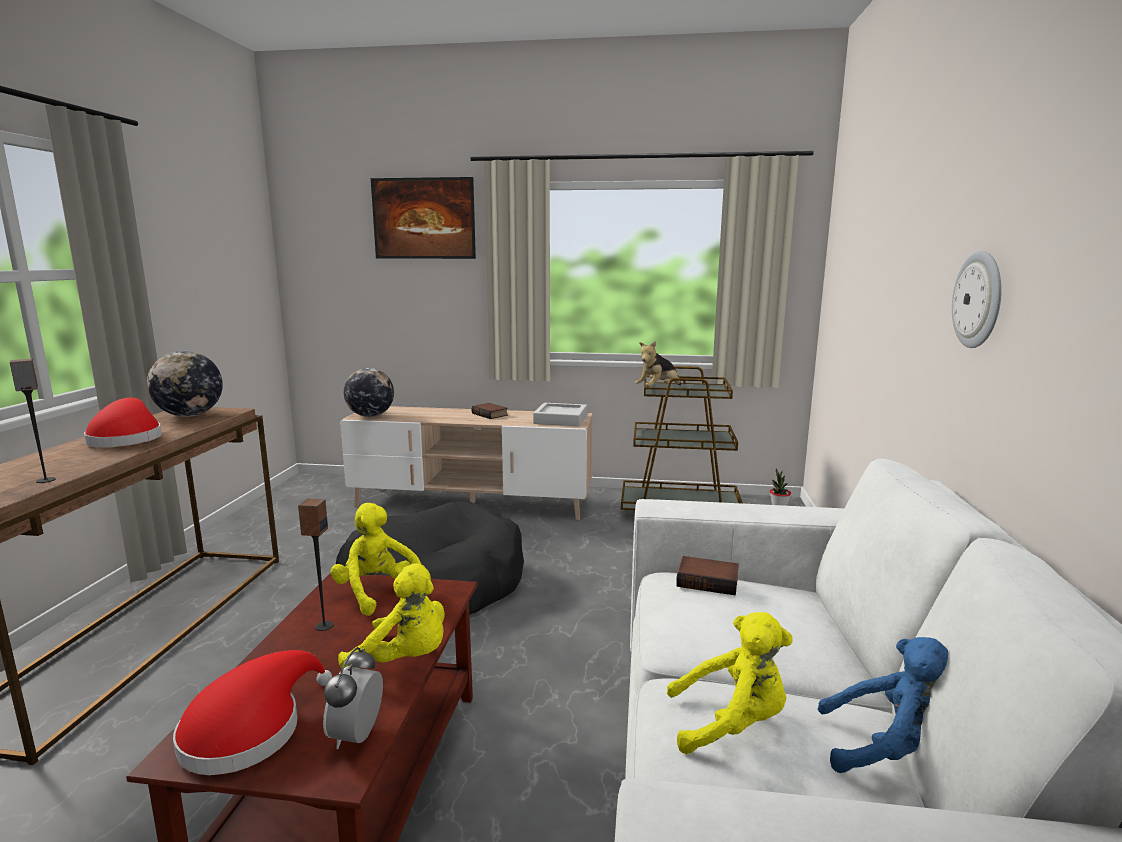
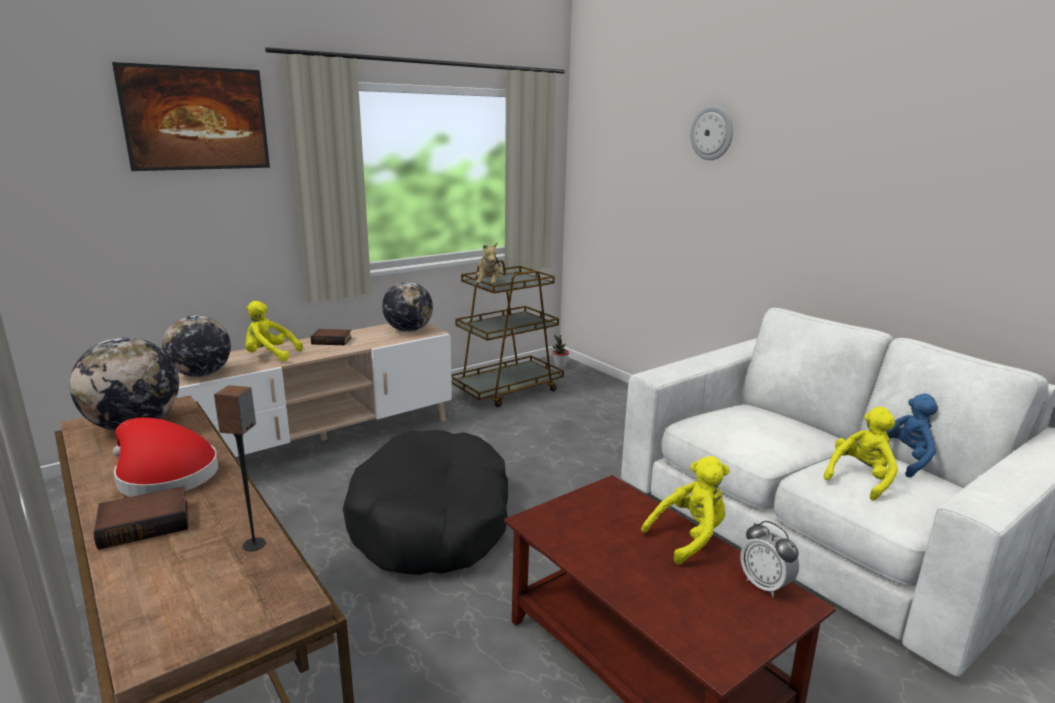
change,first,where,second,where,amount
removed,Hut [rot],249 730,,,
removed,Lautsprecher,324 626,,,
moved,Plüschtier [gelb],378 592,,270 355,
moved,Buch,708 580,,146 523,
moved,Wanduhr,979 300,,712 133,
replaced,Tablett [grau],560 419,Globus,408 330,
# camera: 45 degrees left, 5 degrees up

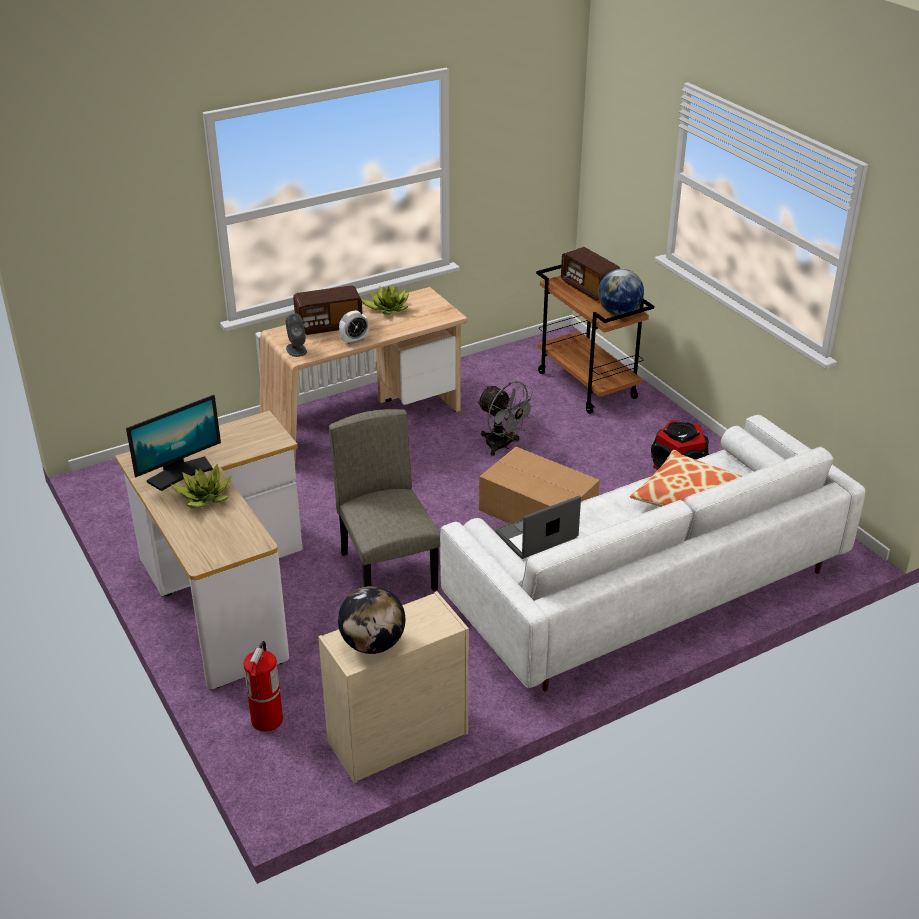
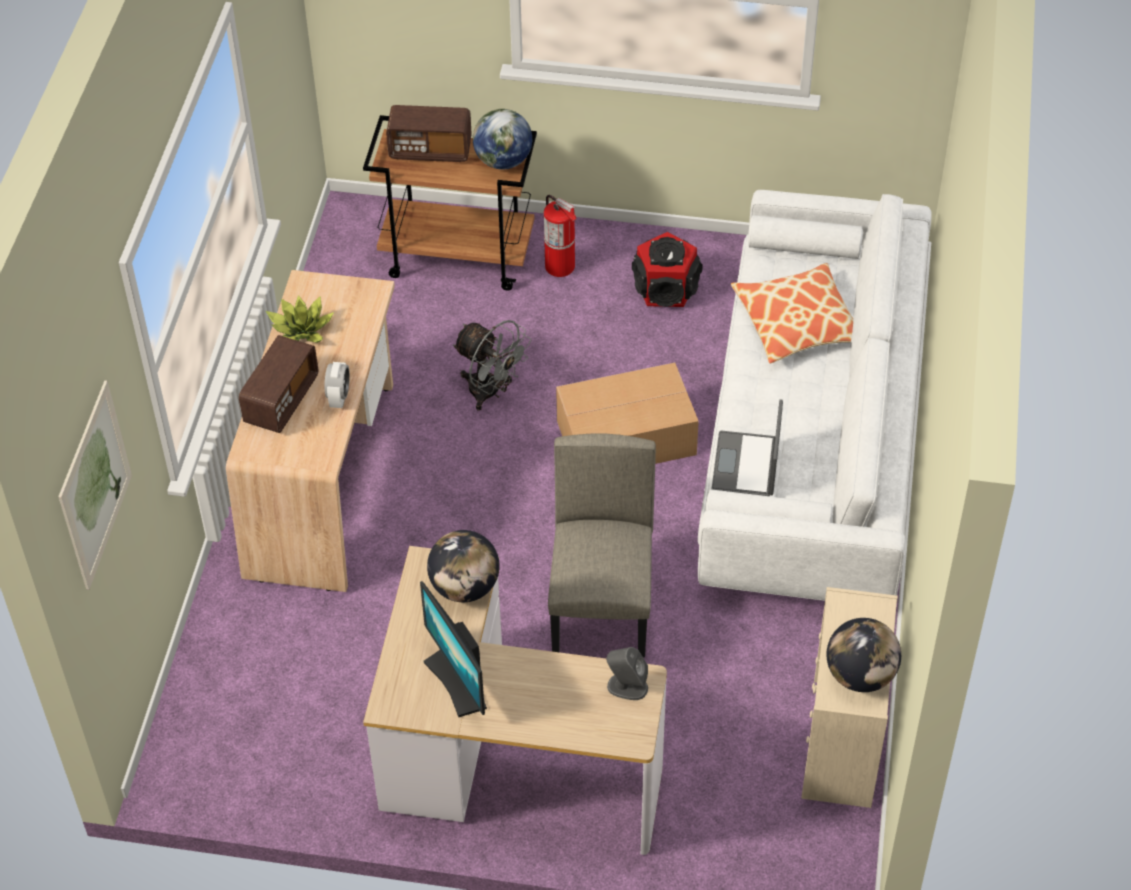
change,first,where,second,where,amount
removed,Topfpflanze,204 498,,,
added,,,Bild,95 485,
added,,,Globus,465 587,
moved,Feuerlöscher,267 720,,560 266,
moved,Lautsprecher [grau],296 349,,627 687,
turned,Monitor,180 473,,457 682,150 degrees clockwise
turned,Stuhl [beige],389 571,,602 609,75 degrees clockwise
turned,Ventilator [grau],503 446,,491 393,45 degrees clockwise
# camera: 50 degrees left, 15 degrees up

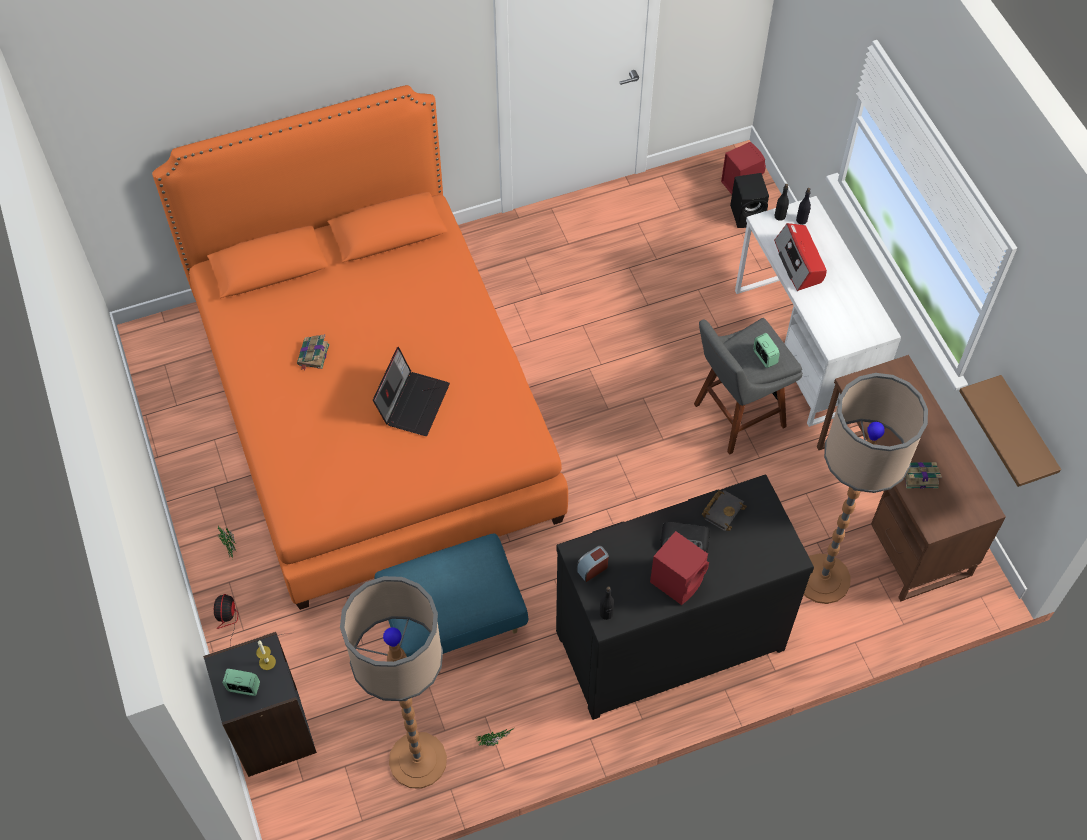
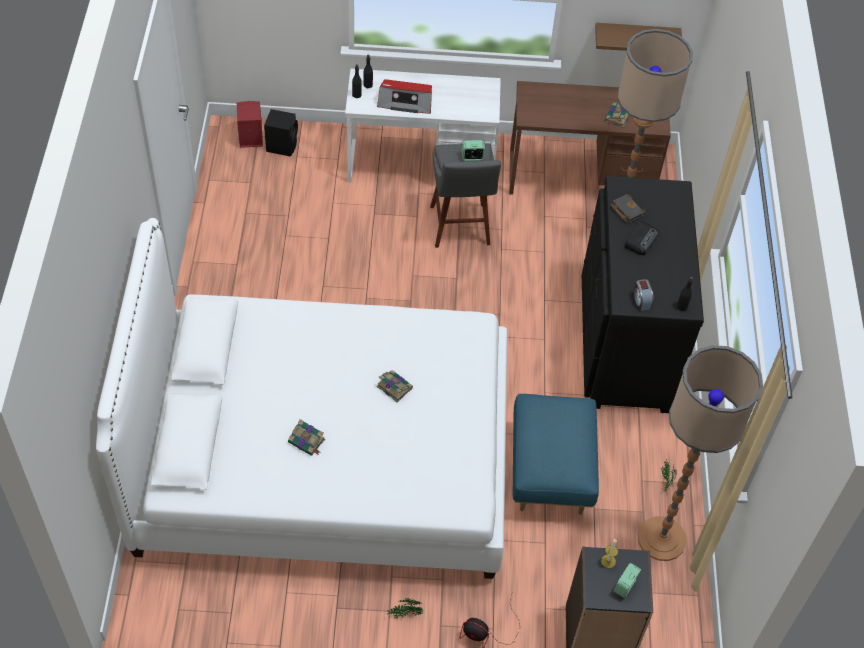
change,first,where,second,where,amount
removed,Lautsprecher [rot],678 580,,,
replaced,Laptop,413 402,Buch,394 387,
recoloured,Bett [orange],373 409,Bett [weiß],323 458,
# camera: 70 degrees left, 5 degrees down

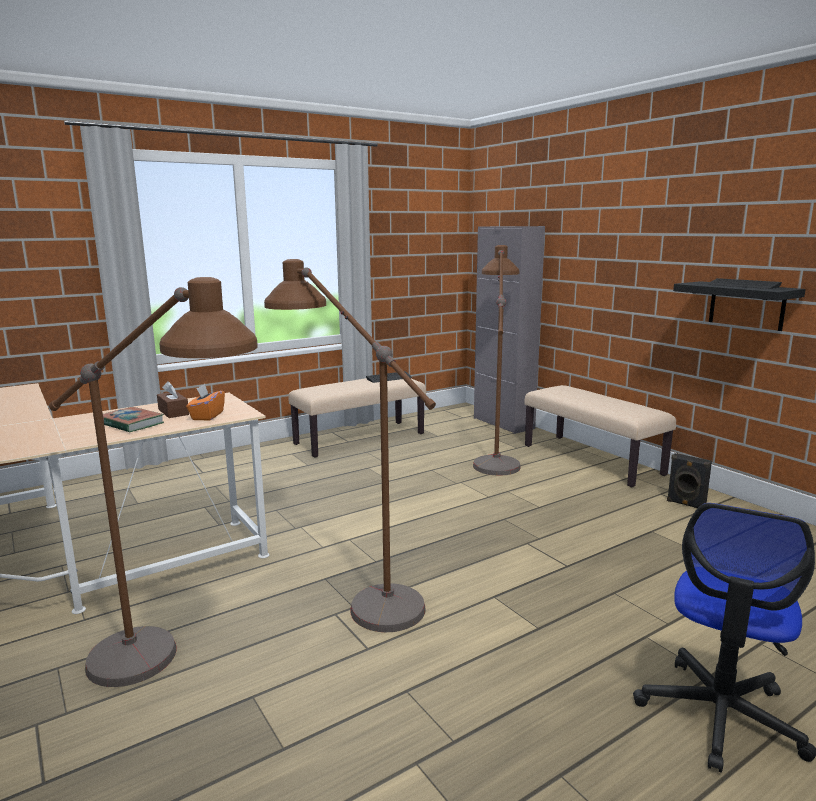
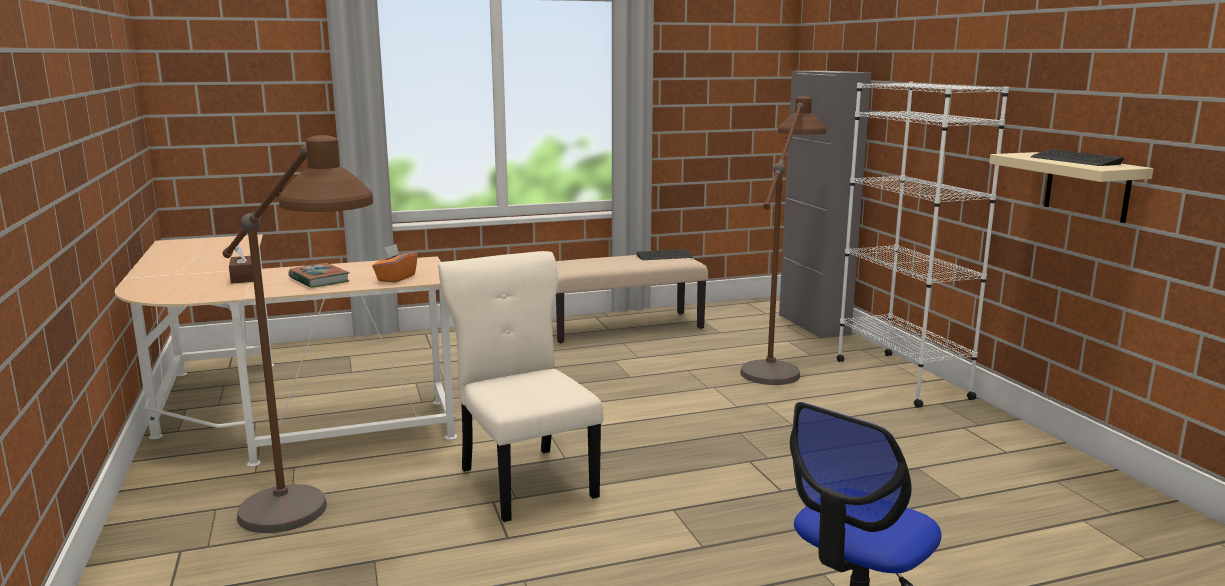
change,first,where,second,where,amount
removed,Lautsprecher [schwarz],685 504,,,
moved,Taschentuchbox [braun],173 412,,243 277,
replaced,Stehlampe [braun],353 588,Stuhl [beige],526 480,
replaced,Bank [beige],592 460,Bücherregal [weiß],901 378,
recoloured,Wandregal [schwarz],746 305,Wandregal [beige],1087 187,
# camera: 15 degrees right, 0 degrees up

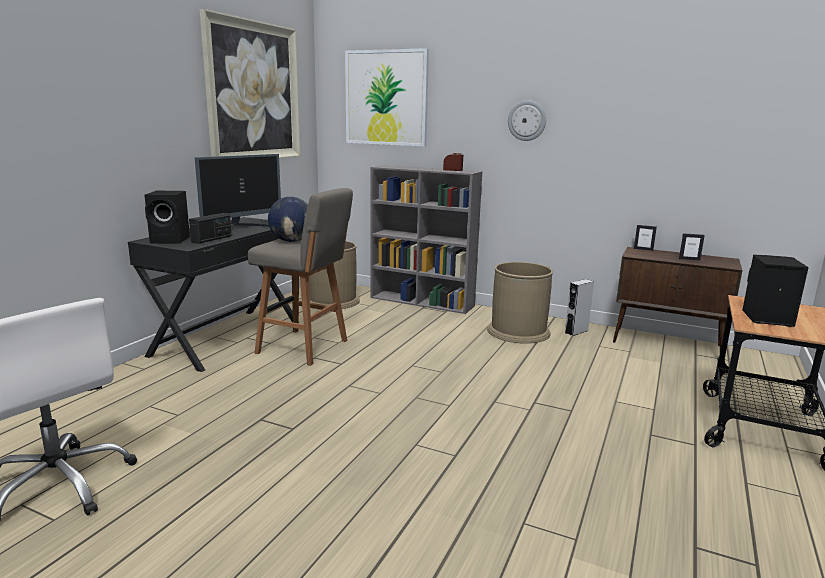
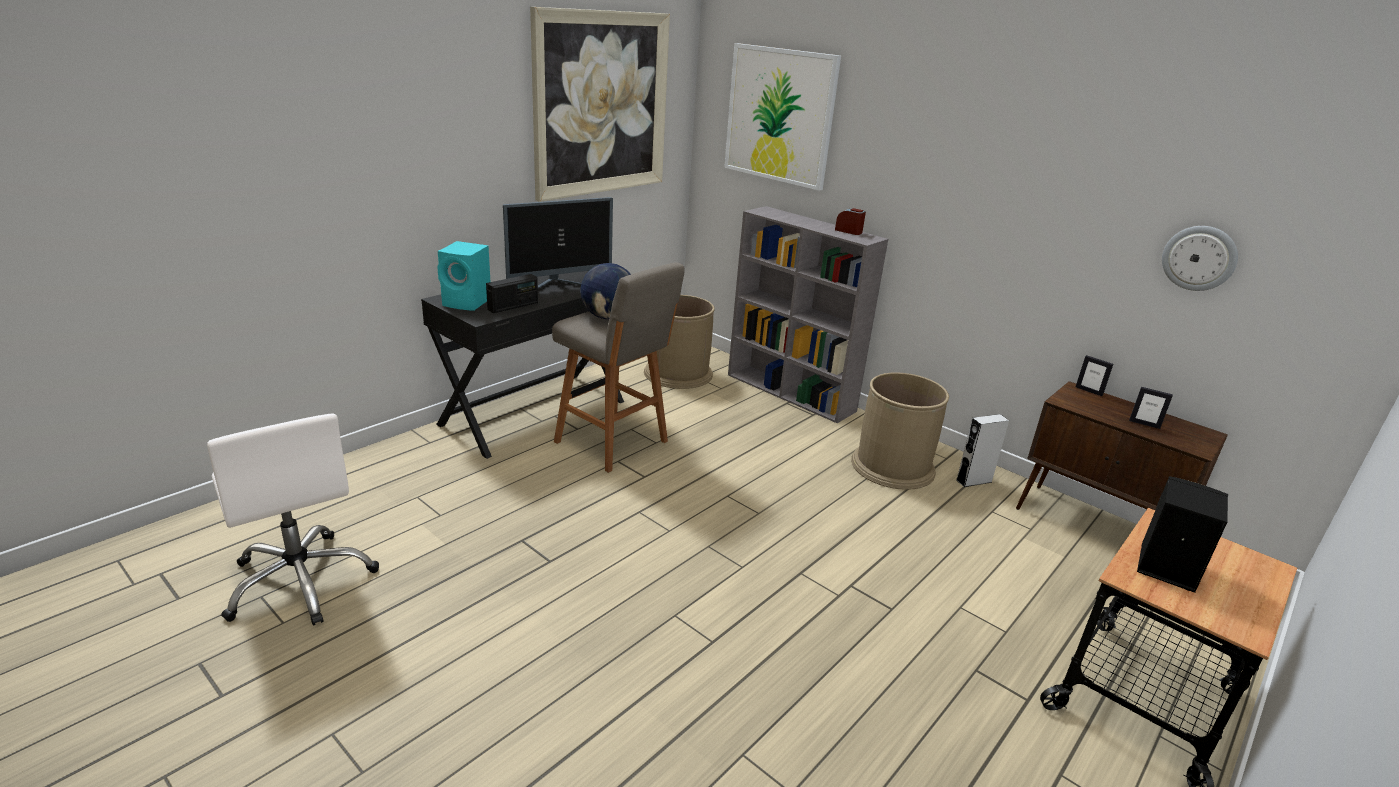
change,first,where,second,where,amount
moved,Wanduhr,527 120,,1199 258,
recoloured,Lautsprecher [schwarz],171 240,Lautsprecher [türkis],468 303,
# camera: 15 degrees right, 10 degrees up

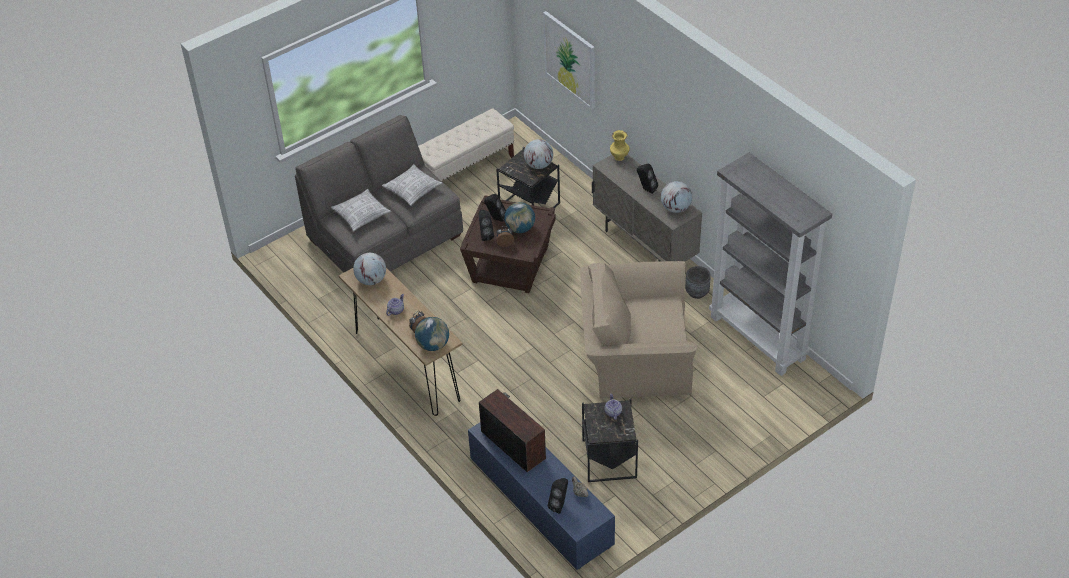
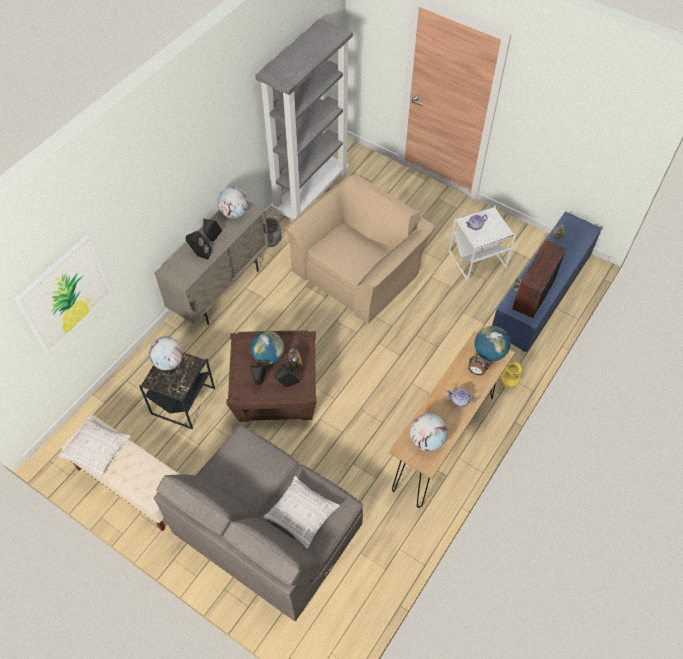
change,first,where,second,where,amount
moved,Kissen,413 190,,96 450,
moved,Lautsprecher [schwarz],560 505,,200 255,
moved,Vase [gelb],619 158,,507 383,
recoloured,Beistelltisch [schwarz],609 459,Beistelltisch [weiß],478 260,
turned,Sessel [beige],634 355,,359 268,120 degrees counterclockwise
# camera: 110 degrees left, 10 degrees up

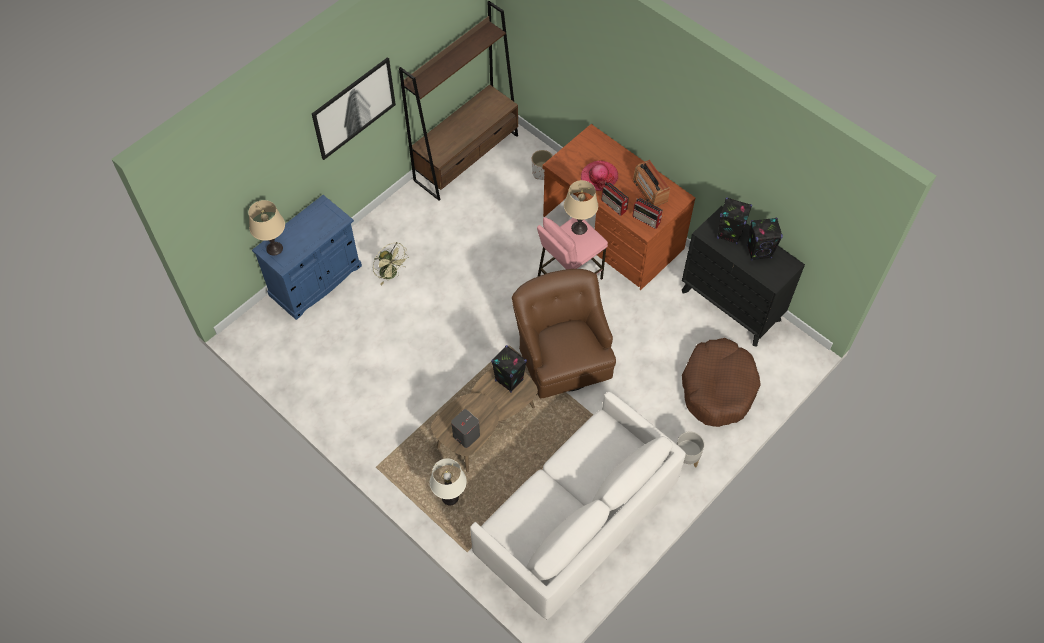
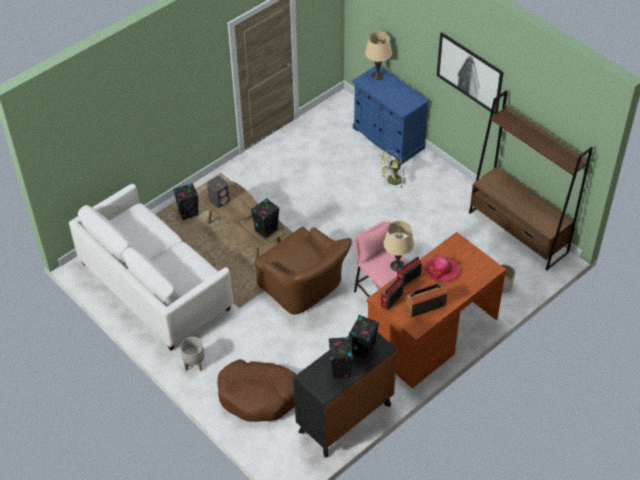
change,first,where,second,where,amount
replaced,Tischlampe [weiß],450 497,Lautsprecher [schwarz],188 213,
turned,Sessel [braun],562 354,,305 288,60 degrees clockwise
# camera: 95 degrees right, 10 degrees down

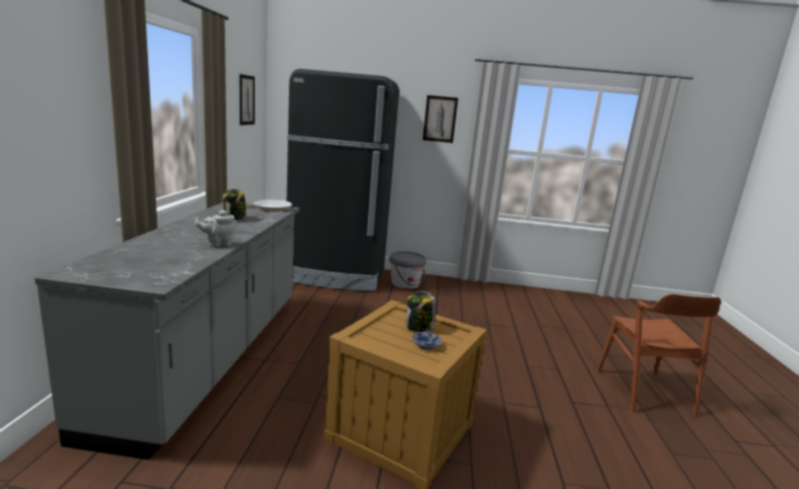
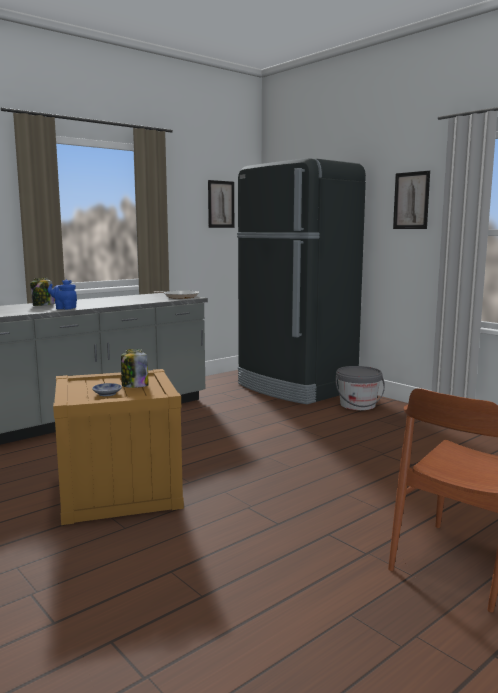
change,first,where,second,where,amount
moved,Vorratsglas,235 218,,43 305,
recoloured,Teekanne [grau],218 244,Teekanne [blau],64 308,
# camera: 45 degrees right, 5 degrees down

